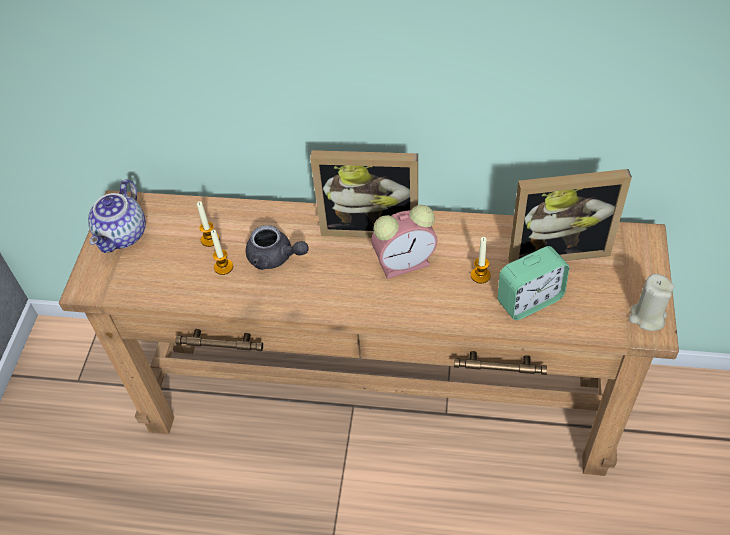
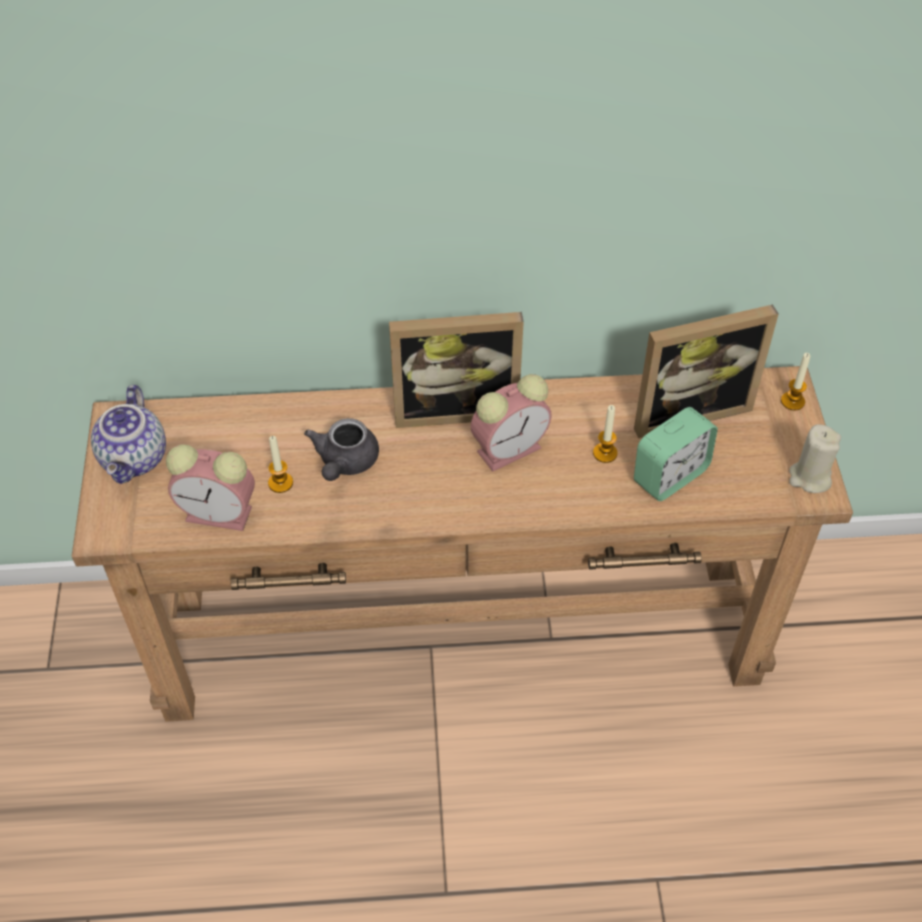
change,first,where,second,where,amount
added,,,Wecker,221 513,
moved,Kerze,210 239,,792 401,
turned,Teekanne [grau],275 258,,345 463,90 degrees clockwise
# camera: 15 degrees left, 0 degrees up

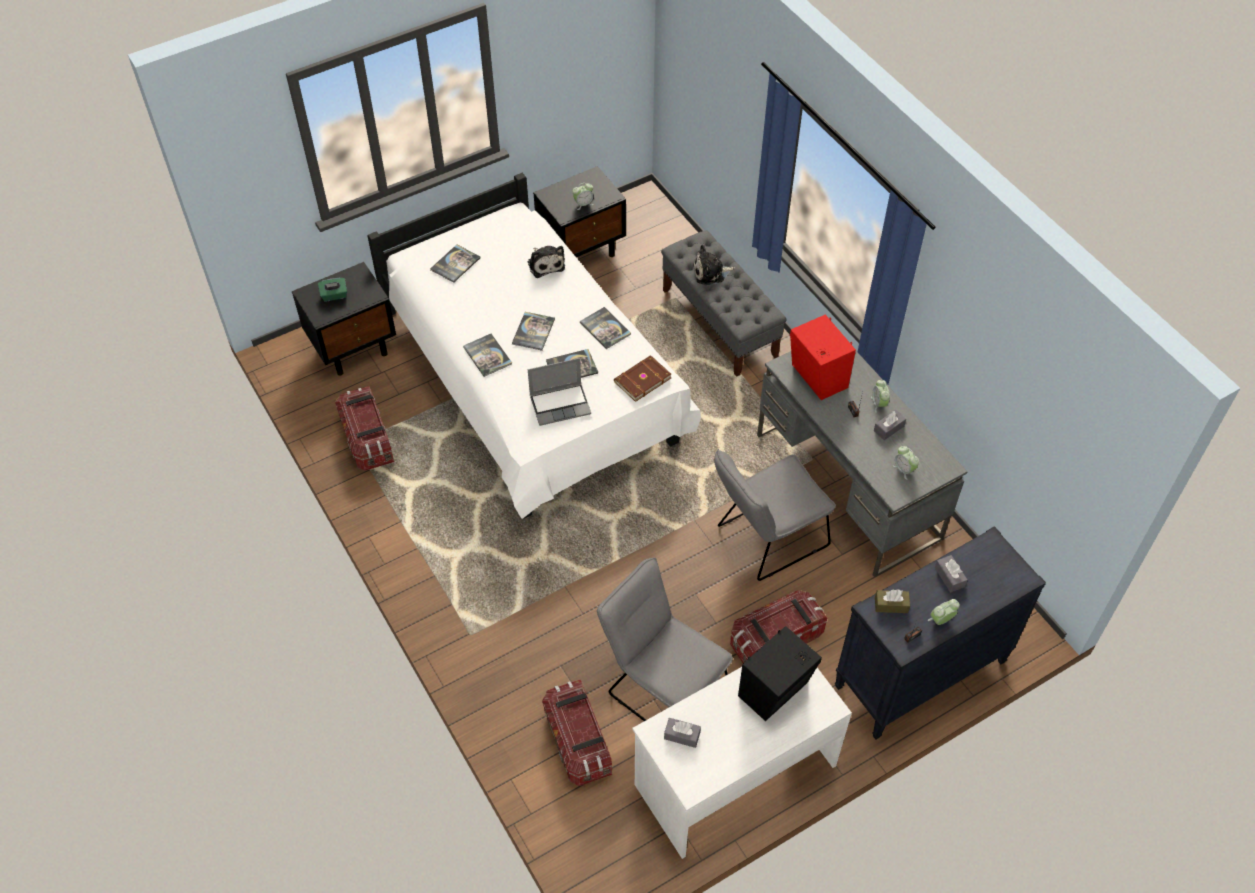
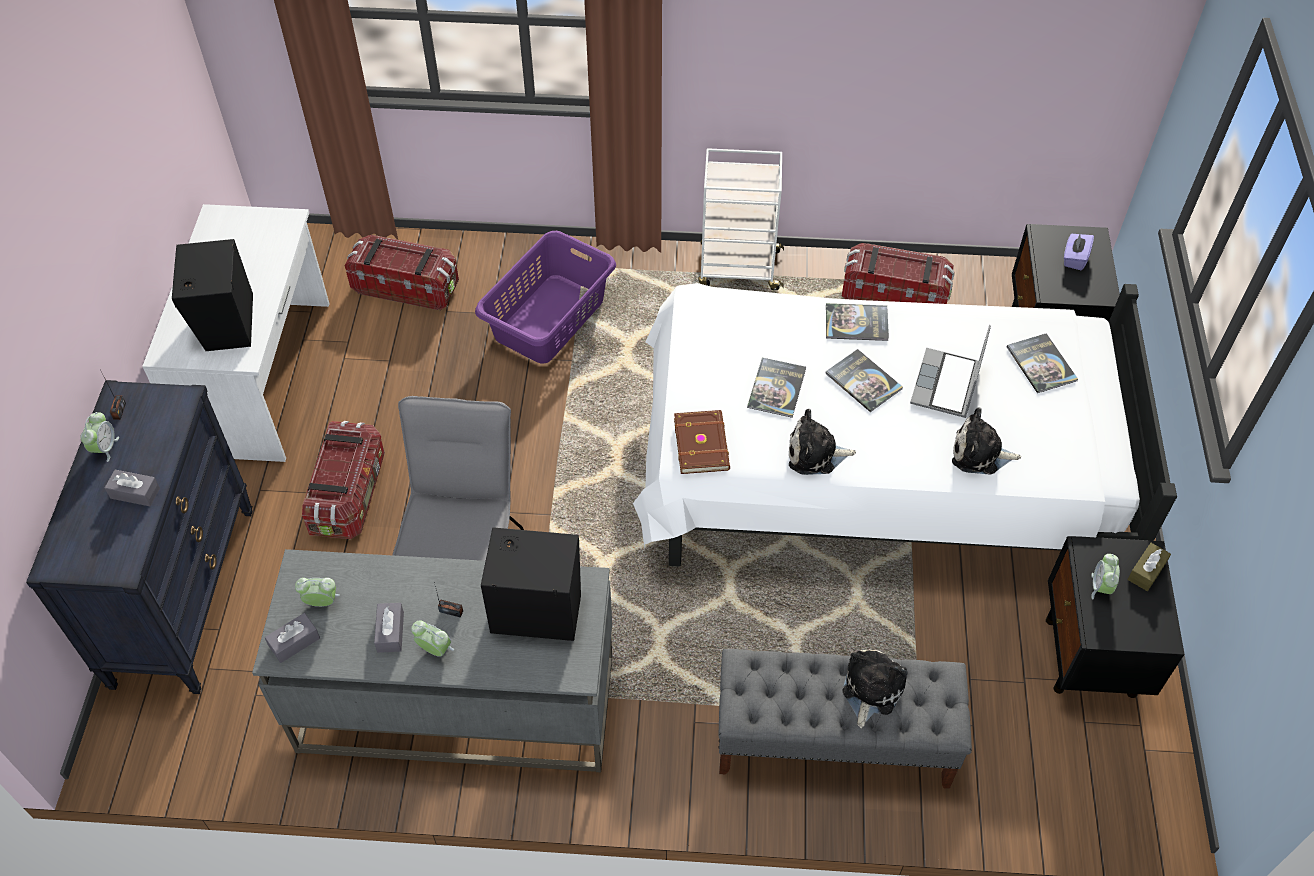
change,first,where,second,where,amount
removed,Stuhl [grau],662 686,,,
added,,,Wäschekorb [lila],550 318,
added,,,Rollwagen [weiß],738 269,
moved,Laptop,560 404,,946 386,
moved,Taschentuchbox [grau],682 735,,294 642,
moved,Taschentuchbox [braun],891 605,,1146 571,
replaced,Buch,605 328,Plüschtier,815 454,
recoloured,Taschentuchbox [grün],334 295,Taschentuchbox [lila],1074 258,
recoloured,Lautsprecher [rot],817 378,Lautsprecher [schwarz],535 609,
# camera: 125 degrees right, 0 degrees up

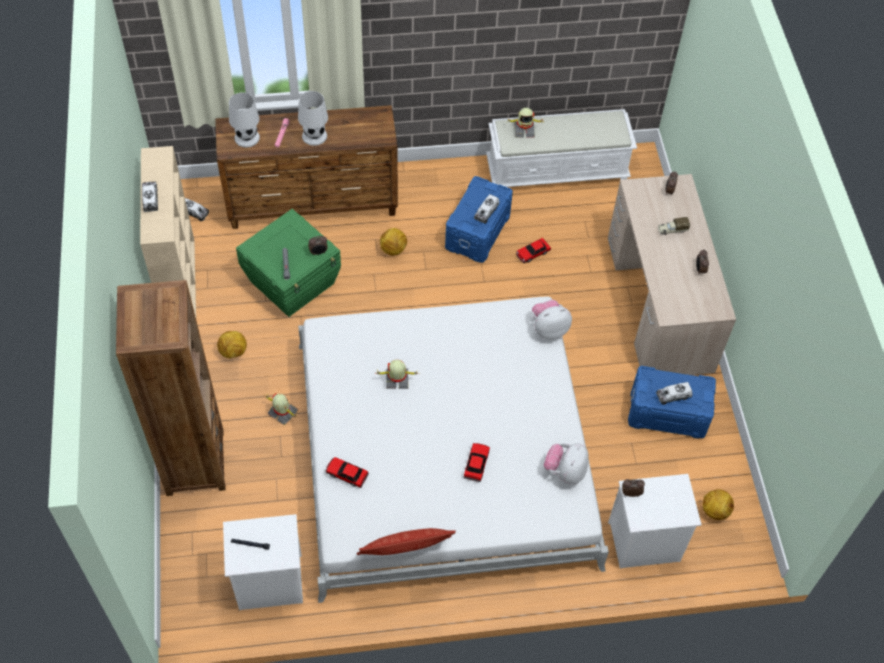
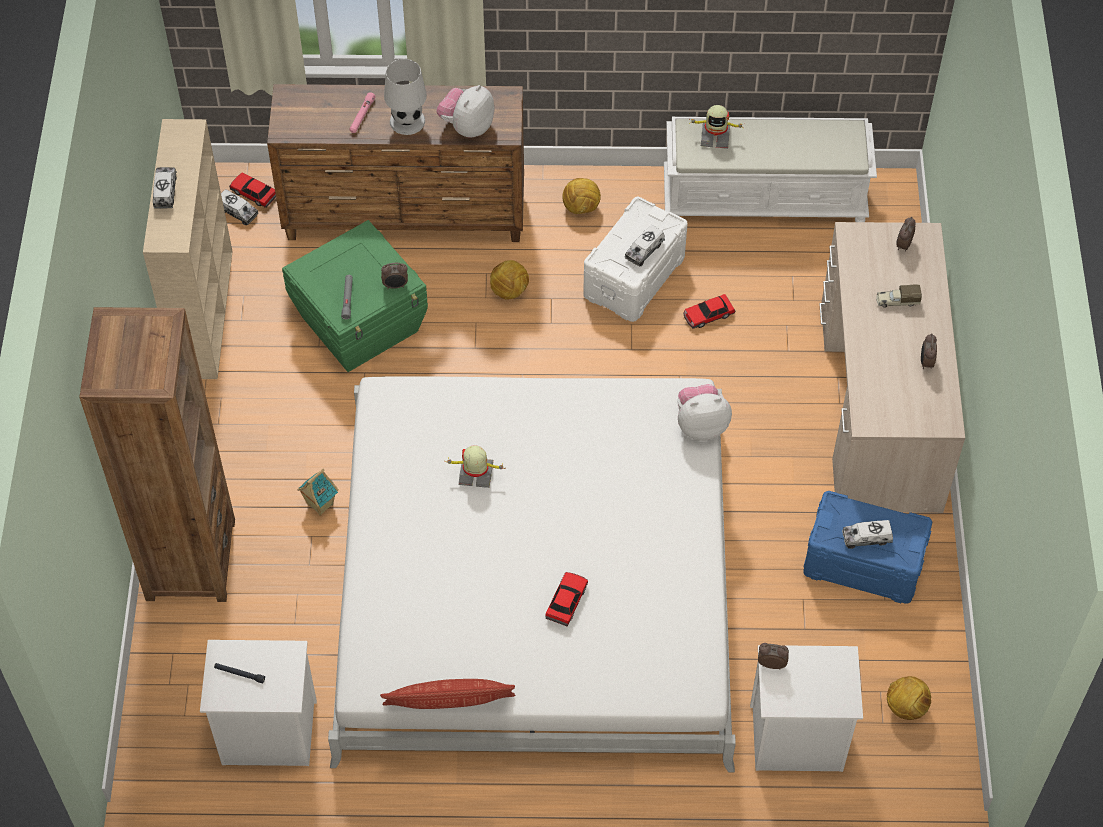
change,first,where,second,where,amount
removed,Tischlampe [weiß],246 137,,,
moved,Fußball,233 352,,581 208,
moved,Spielzeugauto,346 474,,253 193,
moved,Plüschtier,565 471,,467 127,
replaced,Spielzeugroboter,282 413,Spielzeughaus,319 505,
recoloured,Aufbewahrungsbox [blau],478 232,Aufbewahrungsbox [weiß],635 277,
# camera: 10 degrees right, 0 degrees up

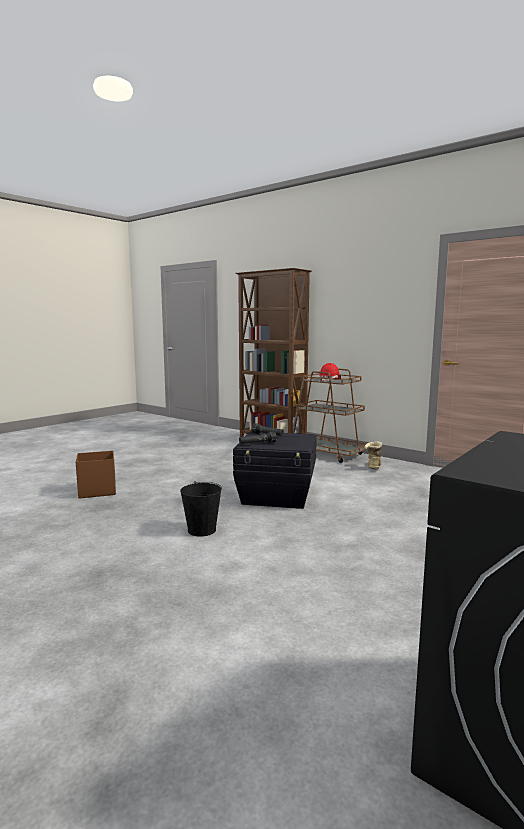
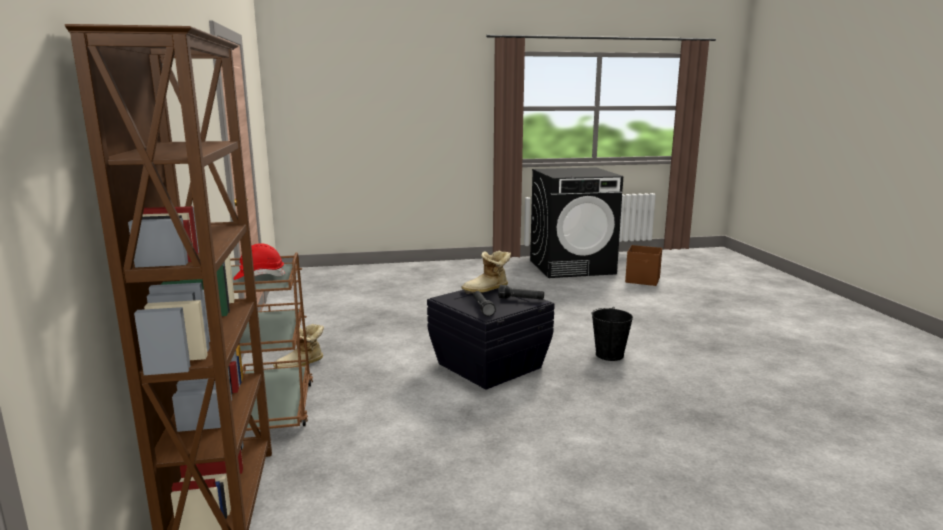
change,first,where,second,where,amount
added,,,Stiefel,487 290,
moved,Aufbewahrungsbox [braun],96 491,,643 280,
# camera: 140 degrees left, 5 degrees up

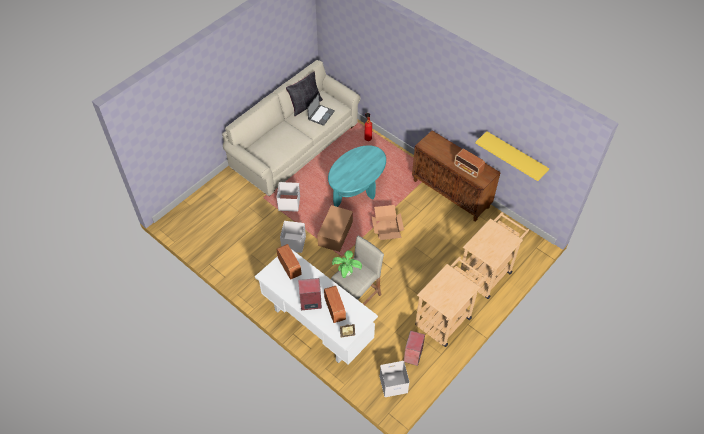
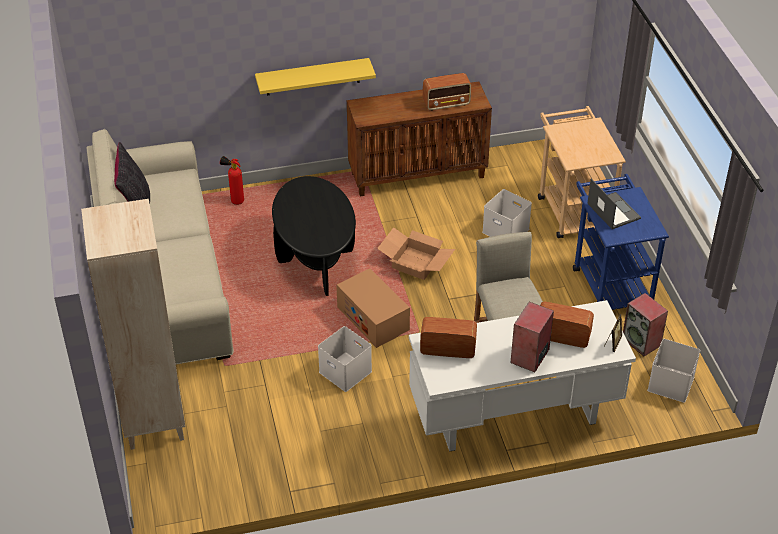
change,first,where,second,where,amount
removed,Topfpflanze,346 273,,,
added,,,Bücherregal [beige],153 420,
moved,Aufbewahrungsbox [weiß],288 202,,504 230,
moved,Laptop,321 115,,613 211,
moved,Wandregal [gelb],515 155,,312 77,
recoloured,Couchtisch [türkis],357 188,Couchtisch [schwarz],315 257,
recoloured,Rollwagen [beige],446 317,Rollwagen [blau],609 281,
# camera: 55 degrees left, 10 degrees down

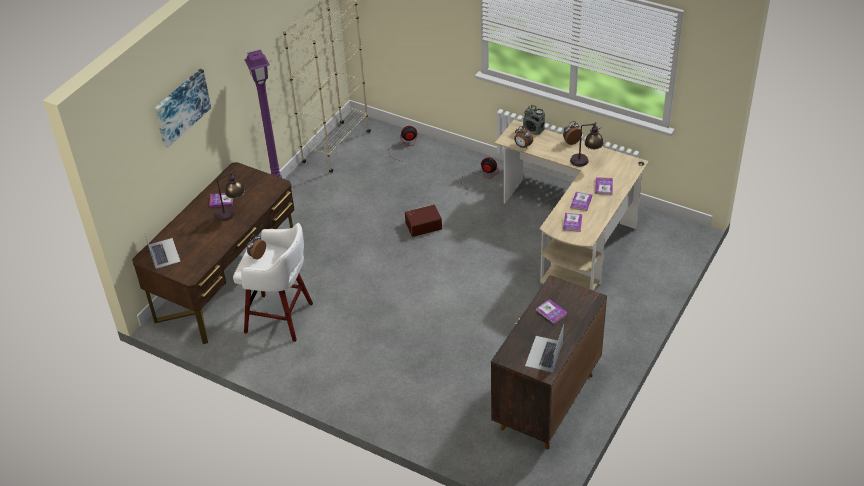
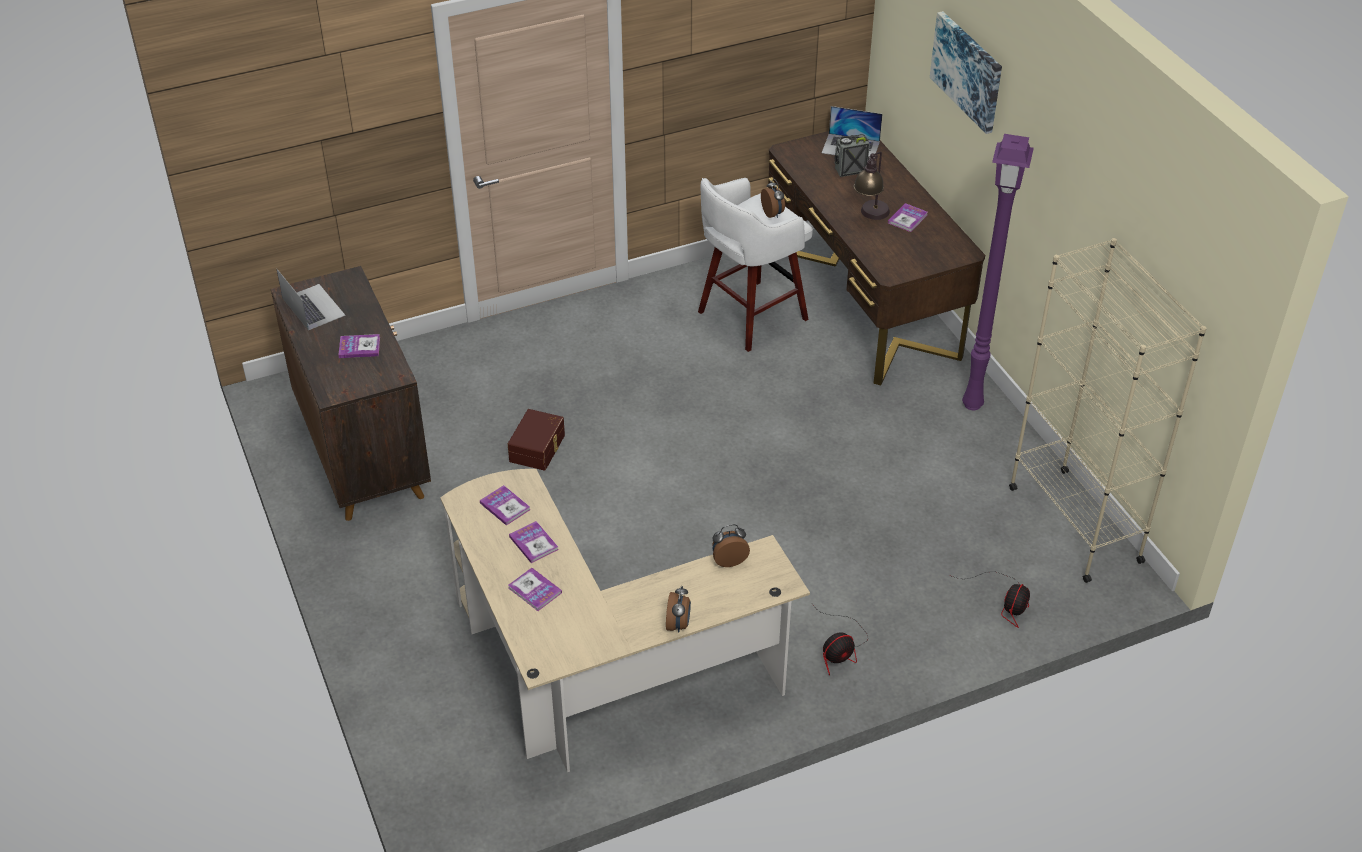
change,first,where,second,where,amount
removed,Tischlampe,586 162,,,
moved,Aufbewahrungsbox [braun],423 225,,538 448,
moved,Radio,533 130,,849 170,
# camera: 125 degrees right, 0 degrees up

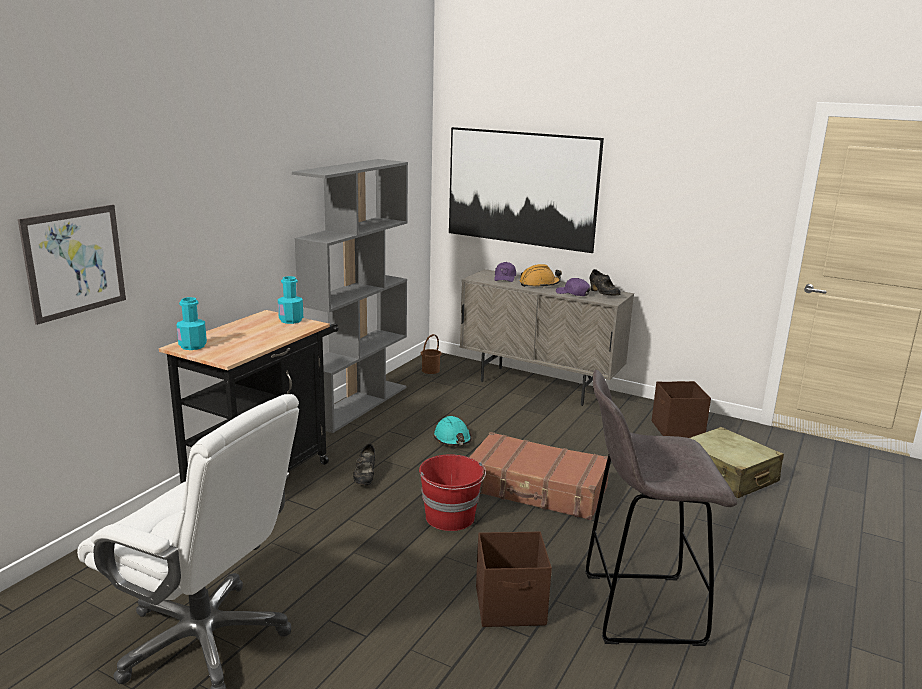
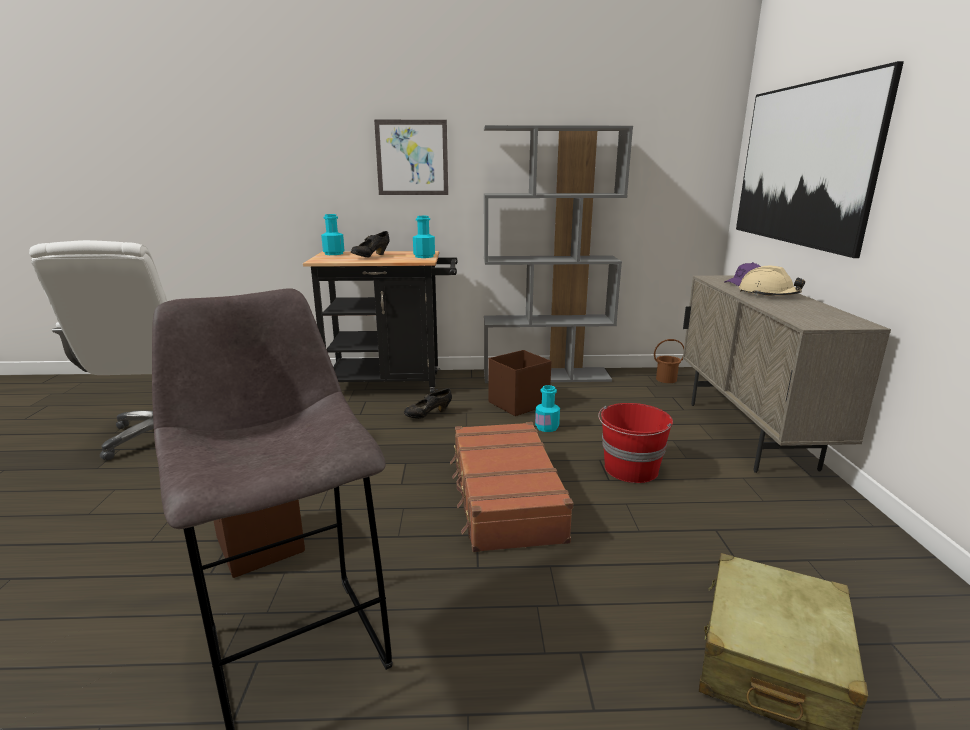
change,first,where,second,where,amount
removed,Kappe [lila],573 293,,,
moved,Bild,75 262,,412 158,
moved,Eimer [rot],450 517,,631 469,
moved,Schuh [schwarz],603 294,,371 257,
moved,Aufbewahrungsbox [braun],677 430,,517 404,
replaced,Schutzhelm [türkis],452 439,Flasche [türkis],547 427,
recoloured,Schutzhelm [orange],539 284,Schutzhelm [beige],768 294,
# camera: 60 degrees right, 0 degrees up

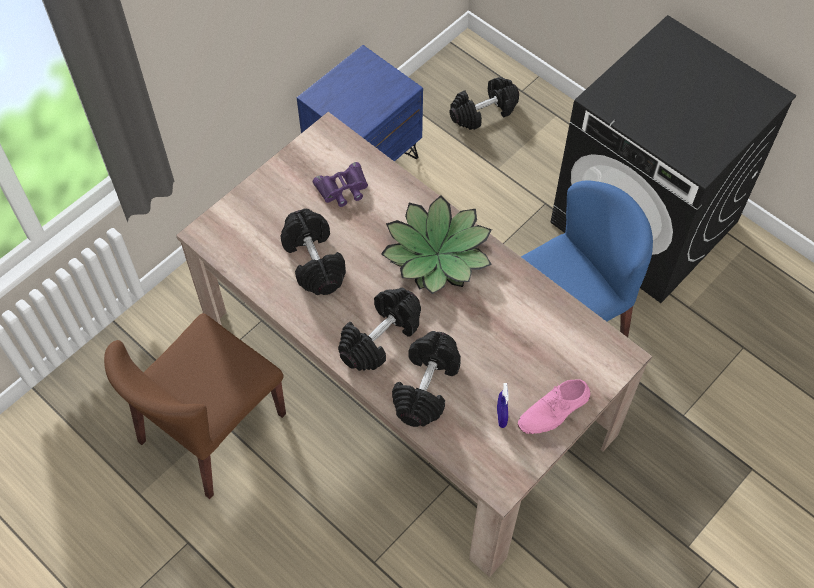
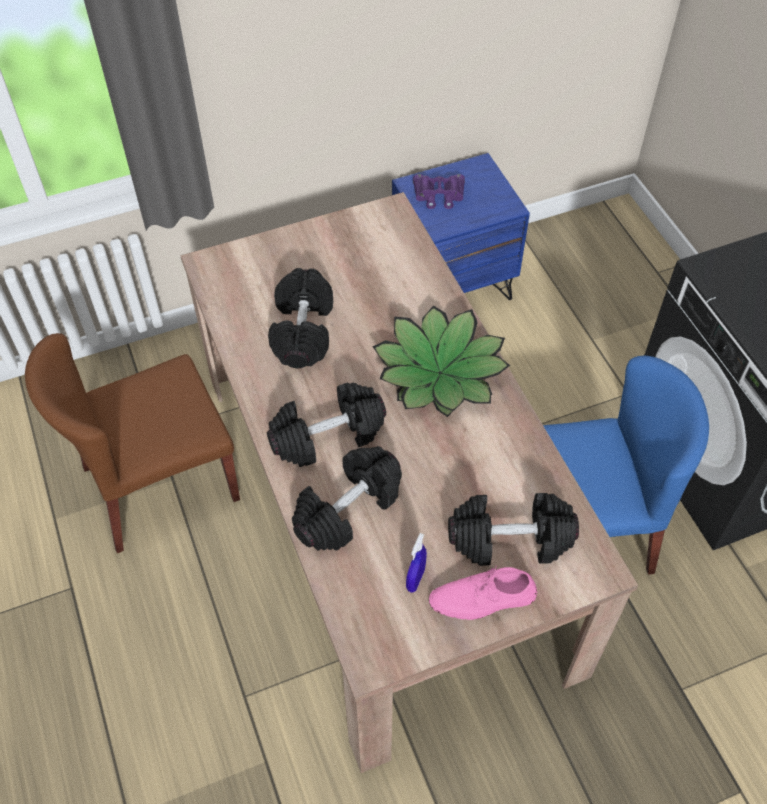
change,first,where,second,where,amount
moved,Fernglas [lila],343 189,,439 195,
moved,Hantel [schwarz],483 112,,510 540,
# camera: 25 degrees right, 5 degrees down

